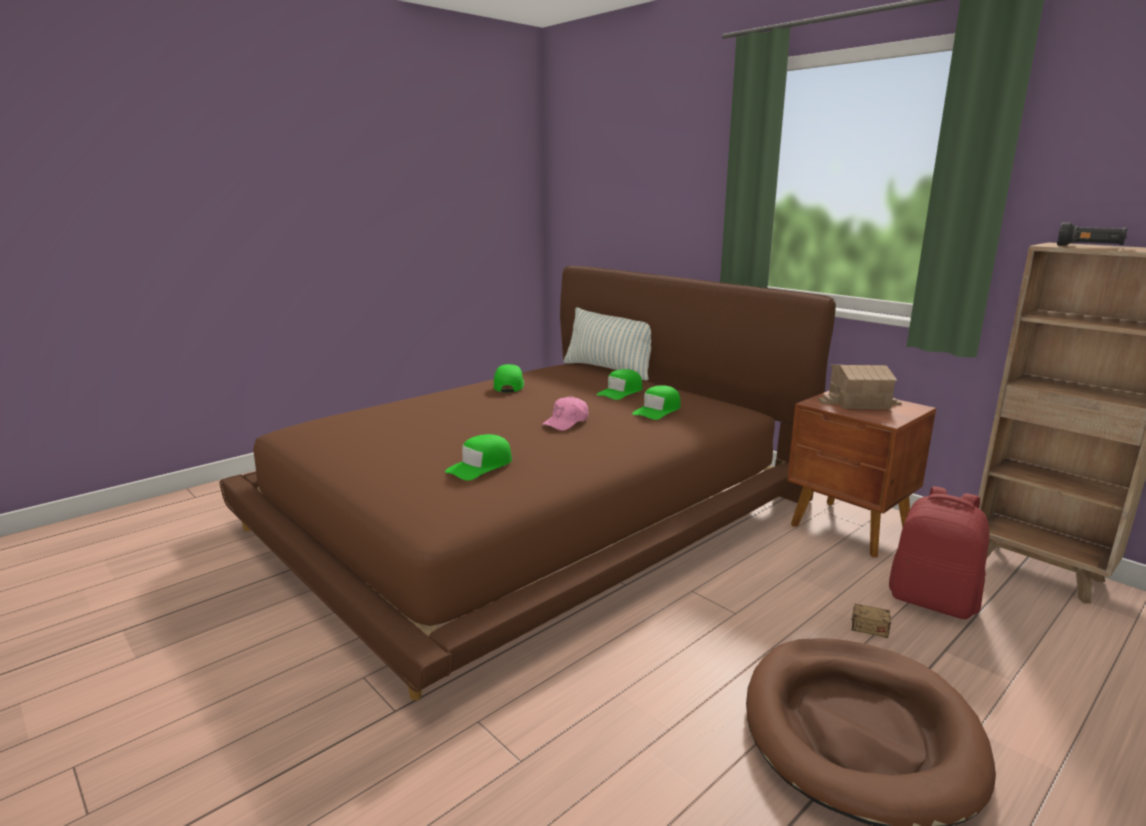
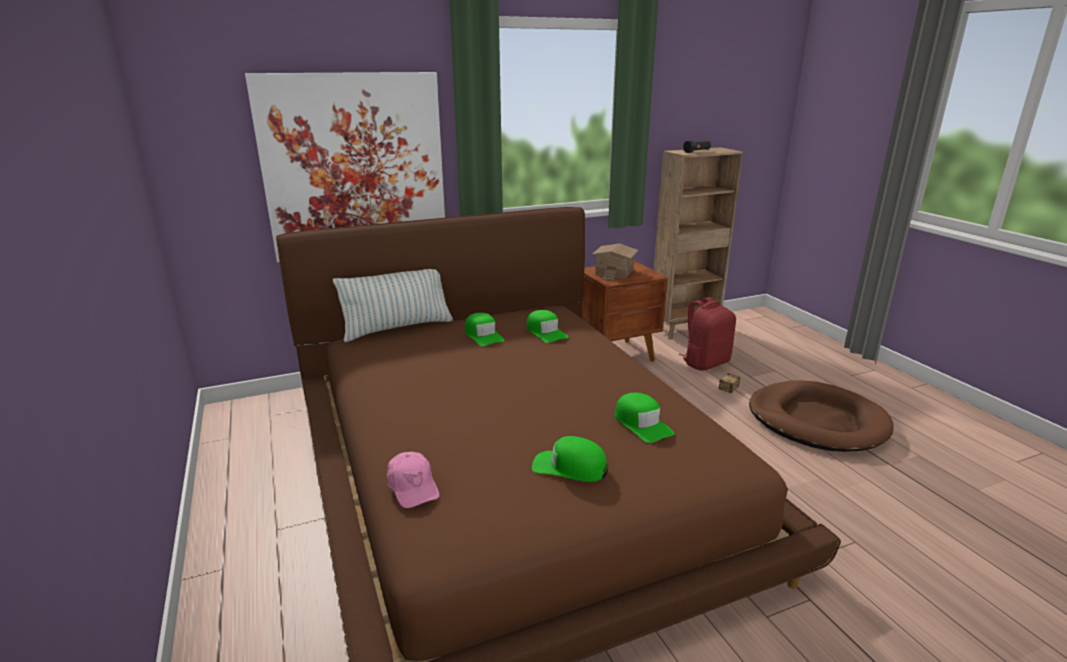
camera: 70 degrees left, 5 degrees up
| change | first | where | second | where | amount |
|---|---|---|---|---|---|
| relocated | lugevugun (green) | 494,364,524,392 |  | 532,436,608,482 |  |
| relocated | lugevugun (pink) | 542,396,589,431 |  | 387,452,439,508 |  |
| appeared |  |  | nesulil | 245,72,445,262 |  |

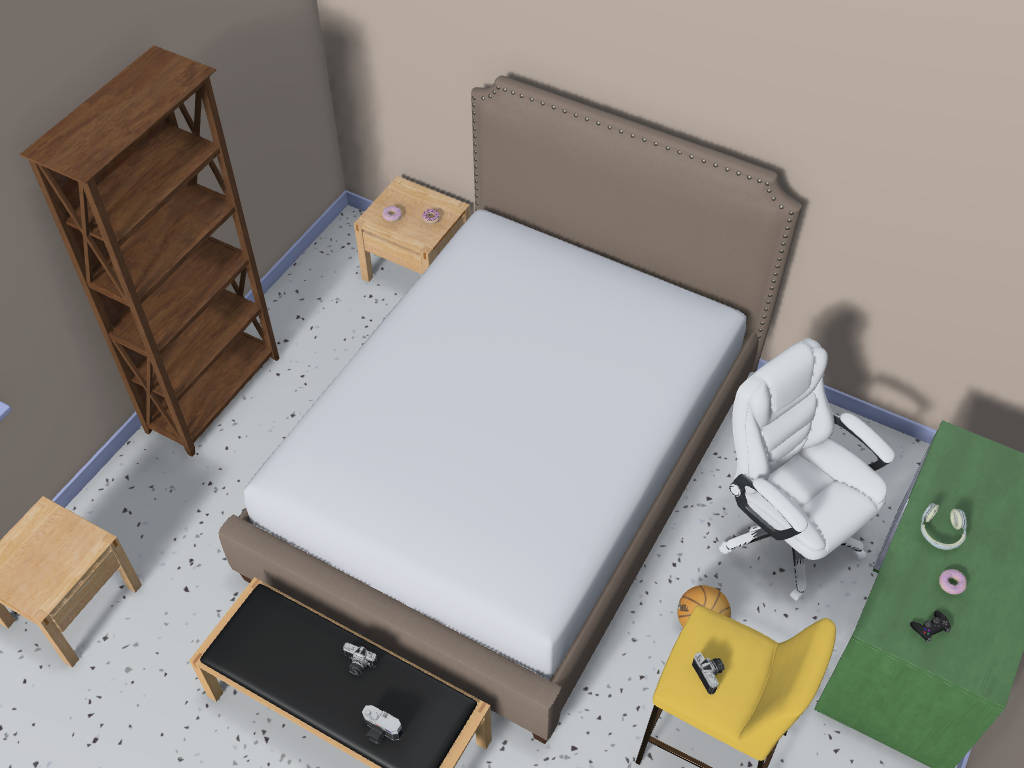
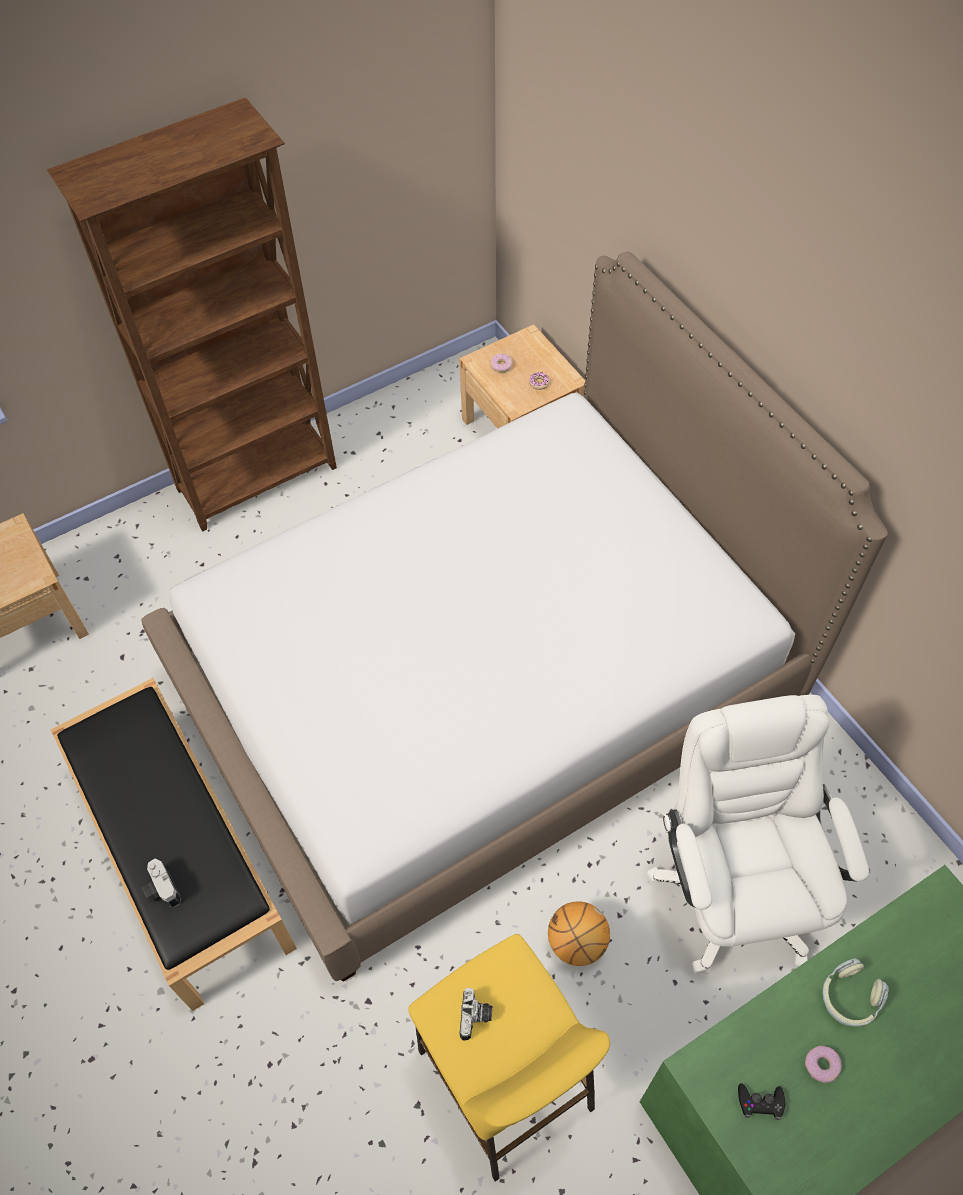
camera: 30 degrees right, 5 degrees up
| change | first | where | second | where | amount |
|---|---|---|---|---|---|
| missing | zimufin | 343,643,378,676 |  |  |  |

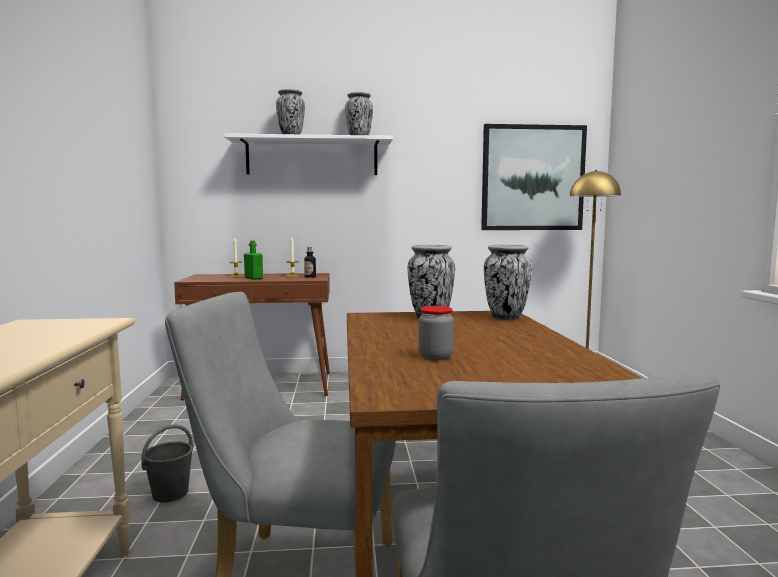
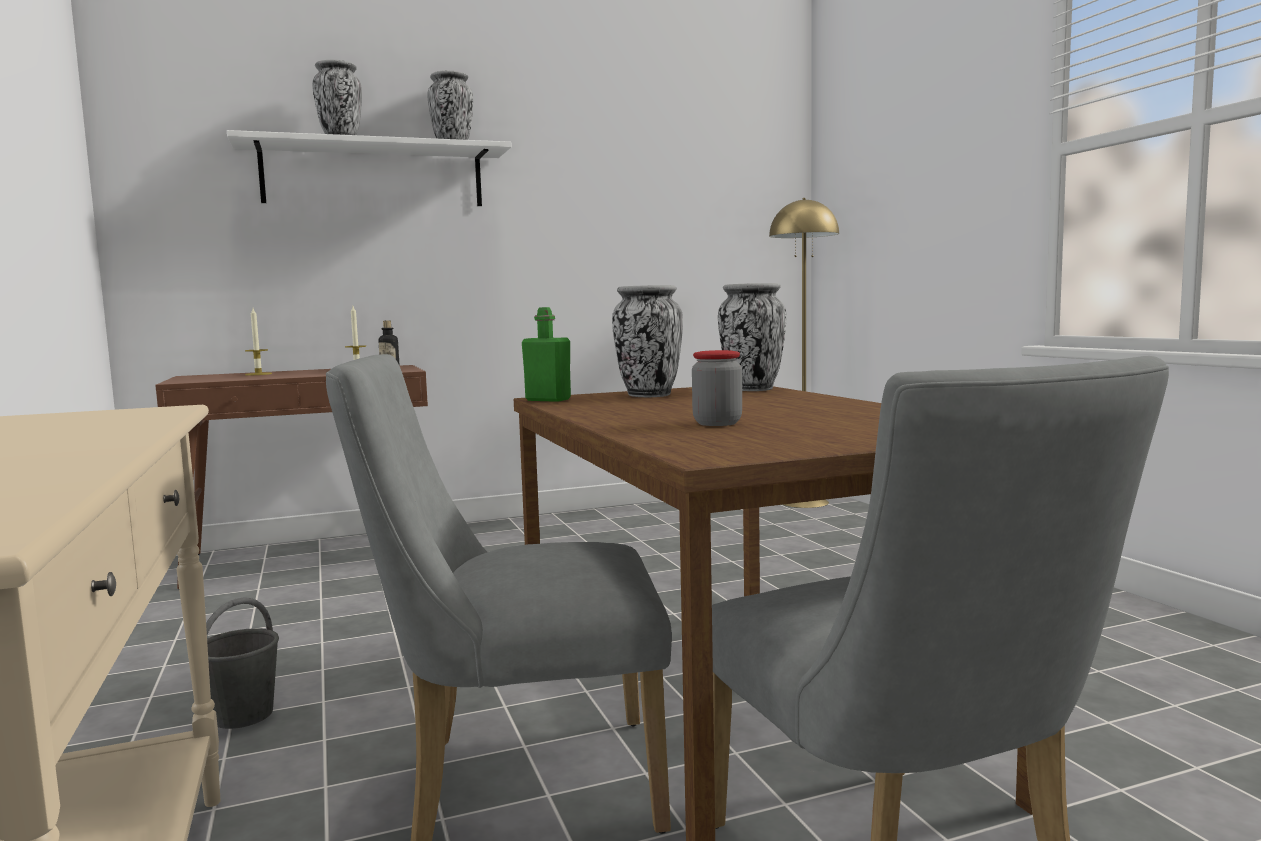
camera: 15 degrees left, 0 degrees up
| change | first | where | second | where | amount |
|---|---|---|---|---|---|
| relocated | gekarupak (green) | 244,240,263,280 |  | 522,307,571,402 |  |
| missing | nesulil | 481,124,587,230 |  |  |  |

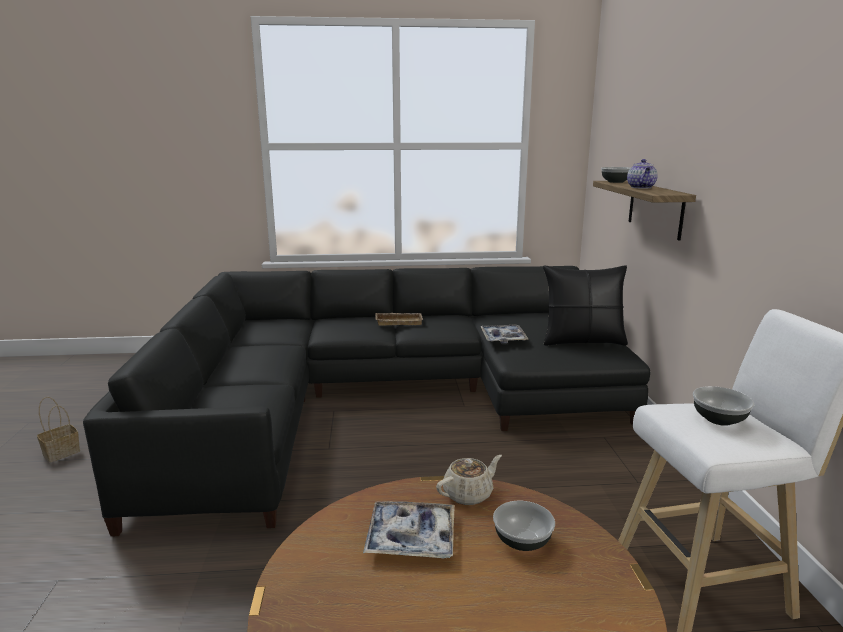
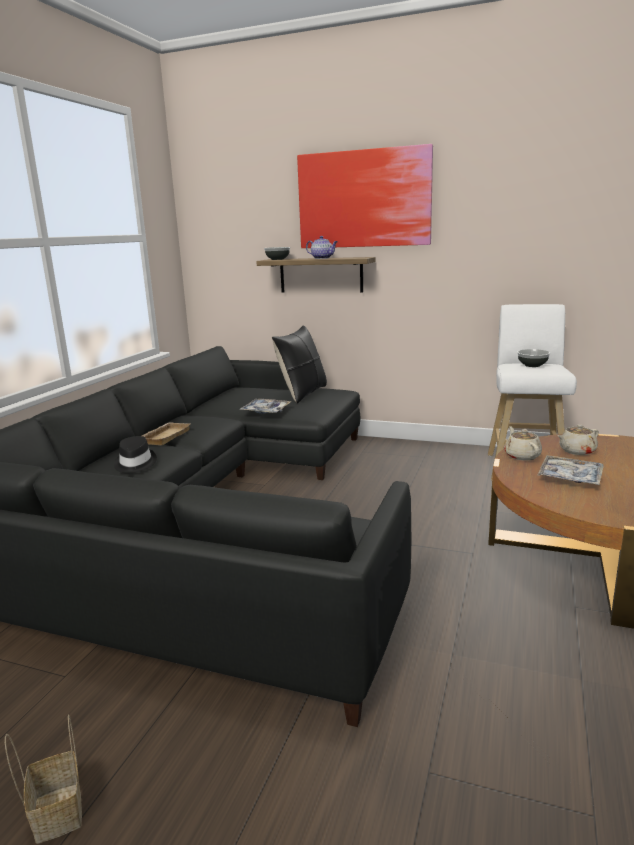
camera: 65 degrees left, 0 degrees up
| change | first | where | second | where | amount |
|---|---|---|---|---|---|
| exchanged | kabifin | 493,501,555,551 | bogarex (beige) | 558,424,599,455 |  |
| appeared |  |  | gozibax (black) | 114,436,157,473 |  |
| appeared |  |  | nesulil | 297,144,433,248 |  |

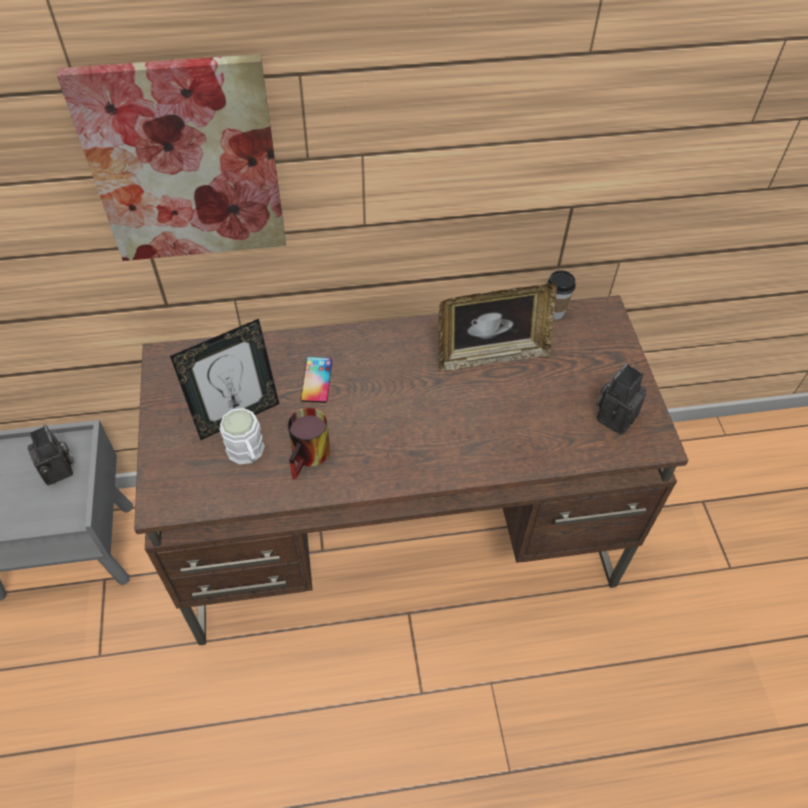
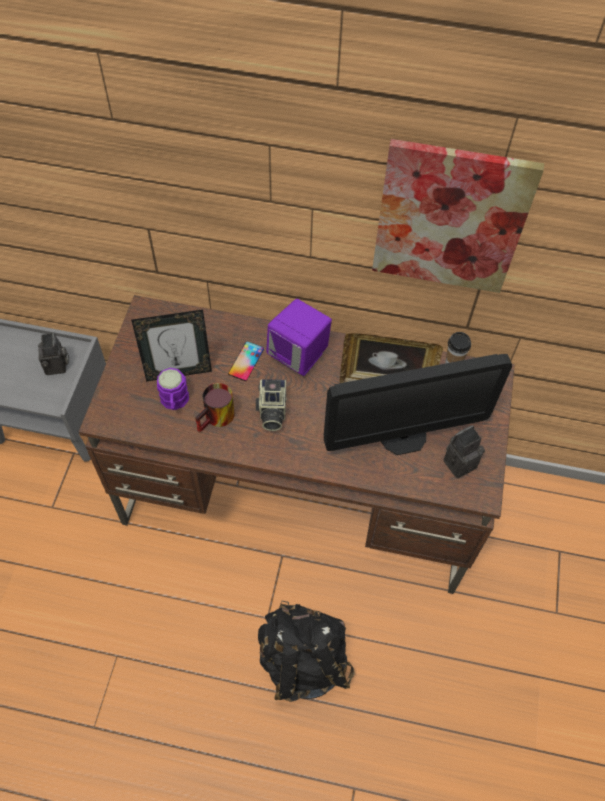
camera: 20 degrees right, 5 degrees up
| change | first | where | second | where | amount |
|---|---|---|---|---|---|
| relocated | nesulil | 57,54,286,261 |  | 372,139,544,293 |  |
| colour | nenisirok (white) | 220,408,265,464 | nenisirok (purple) | 157,368,189,410 |  |
| appeared |  |  | zimufin | 256,379,287,431 |  |
| appeared |  |  | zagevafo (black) | 258,601,355,702 |  |
| appeared |  |  | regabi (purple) | 266,299,332,376 |  |
| appeared |  |  | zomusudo | 324,354,512,455 |  |

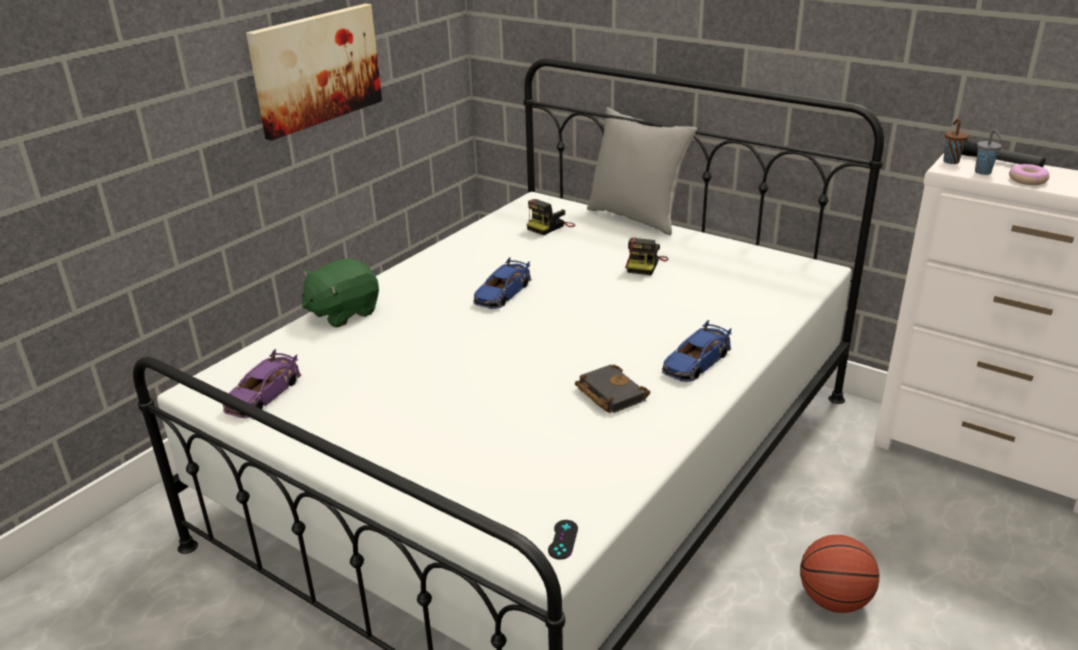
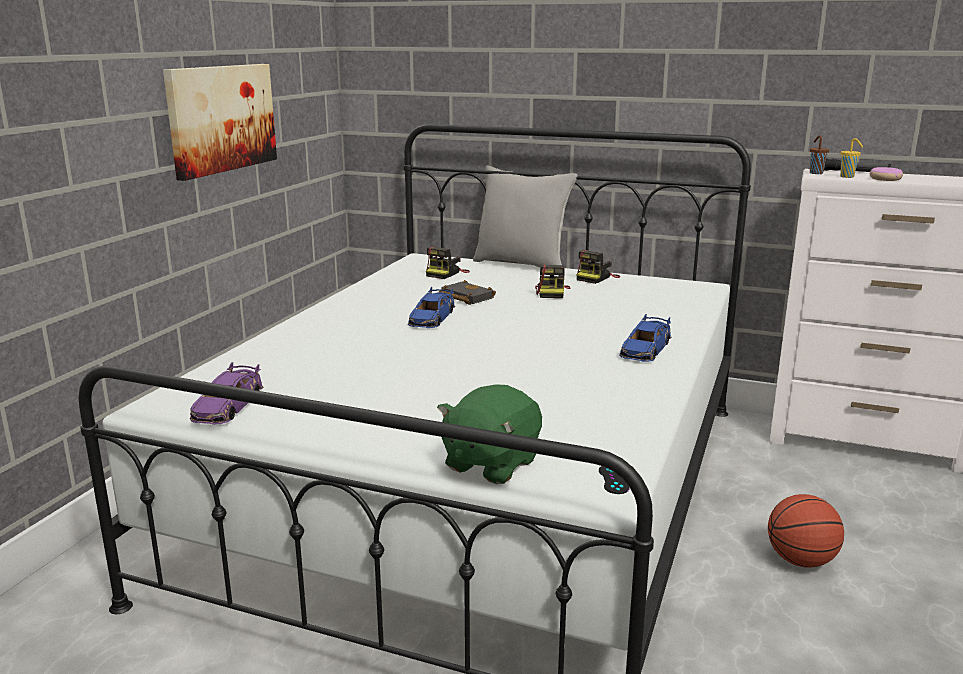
camera: 15 degrees left, 10 degrees down
| change | first | where | second | where | amount |
|---|---|---|---|---|---|
| relocated | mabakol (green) | 302,258,379,328 |  | 437,384,542,484 |  |
| relocated | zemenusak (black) | 575,364,650,413 |  | 439,280,496,305 |  |
| colour | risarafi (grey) | 975,129,1003,175 | risarafi (yellow) | 840,138,863,178 |  |
| appeared |  |  | zimufin | 576,250,620,284 |  |

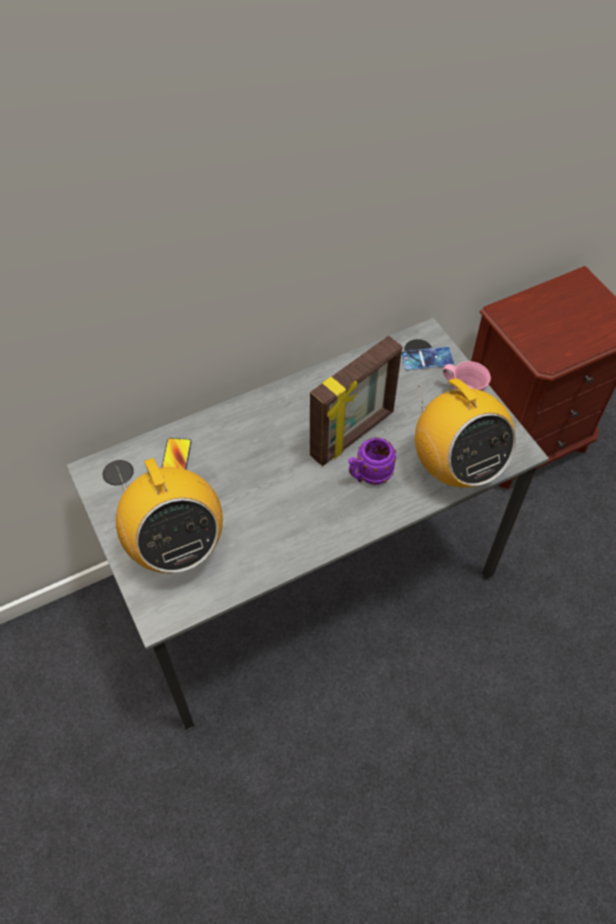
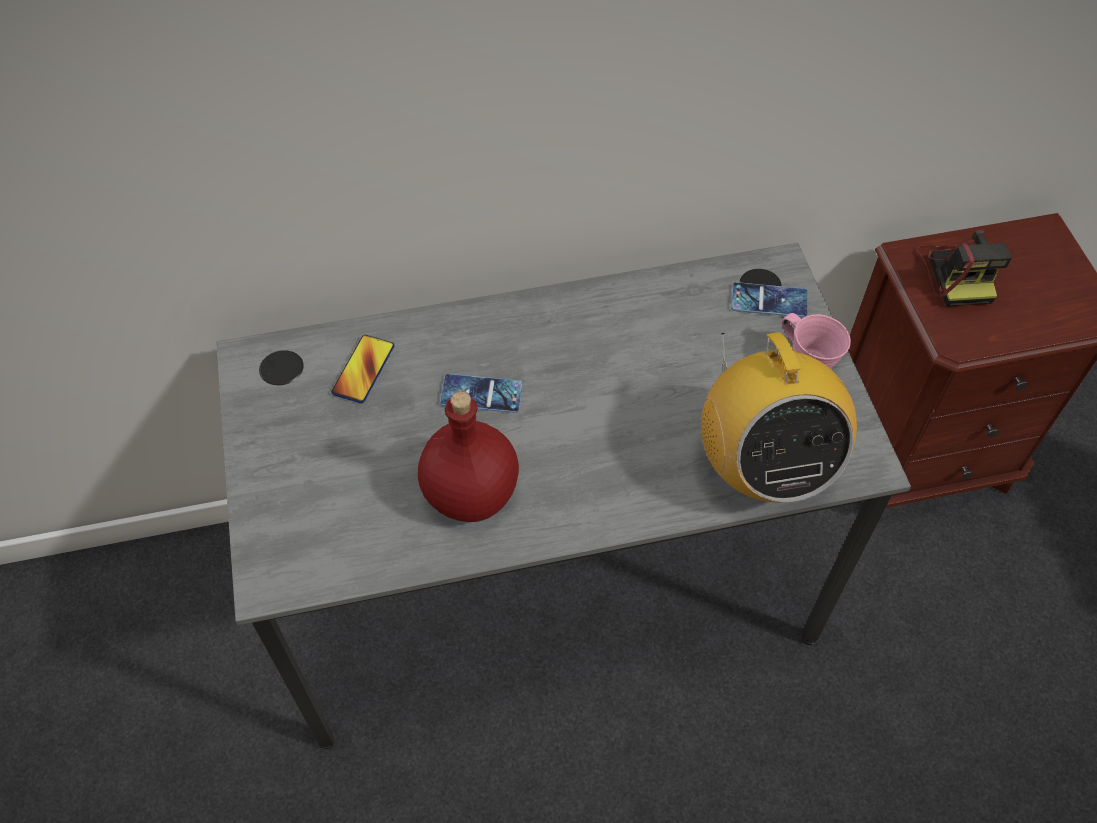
camera: 15 degrees right, 0 degrees up
| change | first | where | second | where | amount |
|---|---|---|---|---|---|
| missing | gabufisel | 116,458,223,573 |  |  |  |
| missing | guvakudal | 310,336,402,466 |  |  |  |
| missing | nenisirok (purple) | 348,437,396,485 |  |  |  |
| appeared |  |  | gekarupak (red) | 418,391,519,522 |  |
| appeared |  |  | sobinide | 440,374,523,413 |  |
| appeared |  |  | zimufin | 916,230,1012,307 |  |

